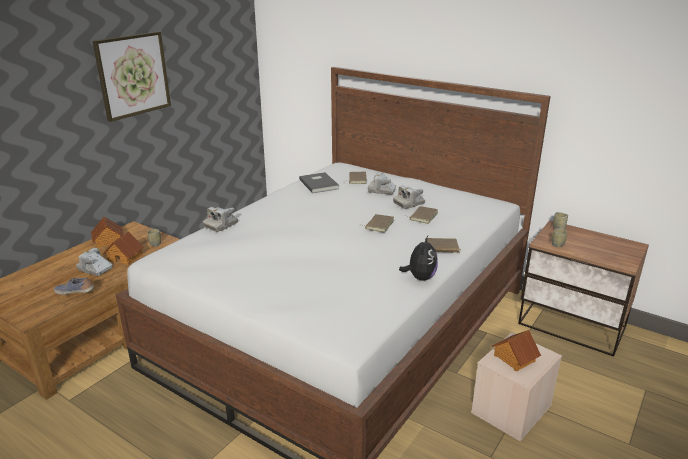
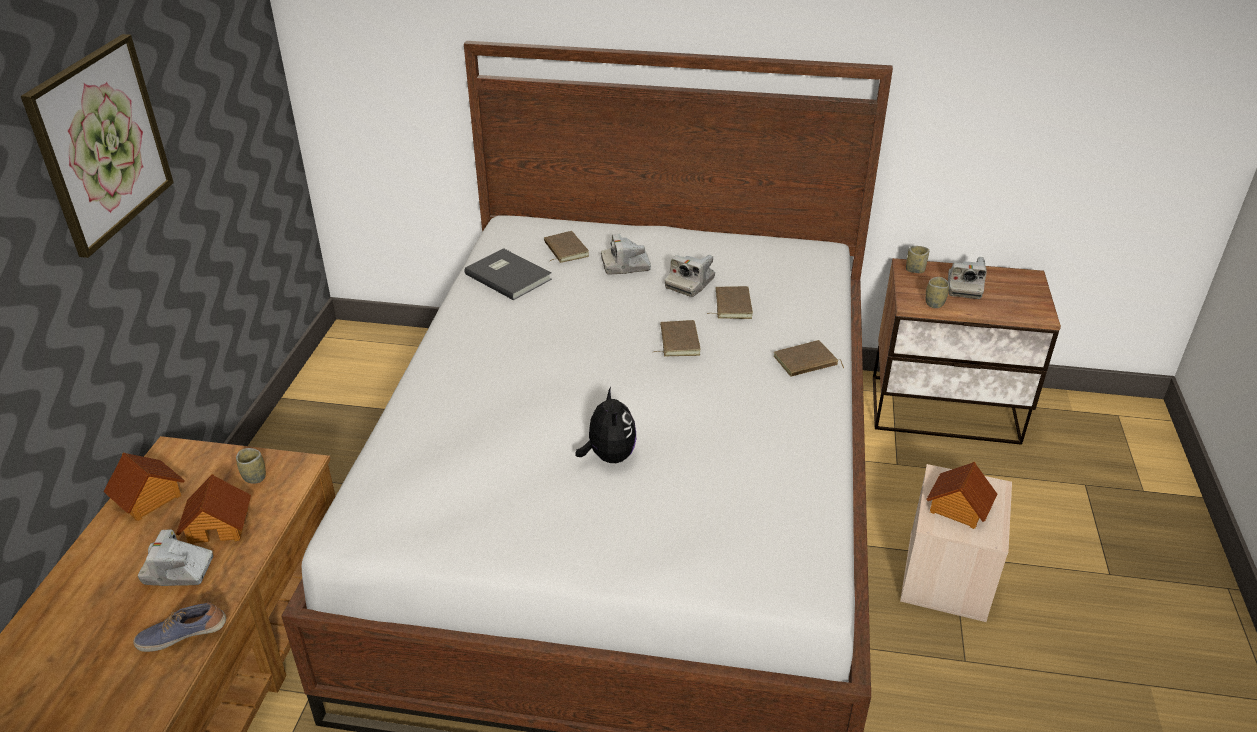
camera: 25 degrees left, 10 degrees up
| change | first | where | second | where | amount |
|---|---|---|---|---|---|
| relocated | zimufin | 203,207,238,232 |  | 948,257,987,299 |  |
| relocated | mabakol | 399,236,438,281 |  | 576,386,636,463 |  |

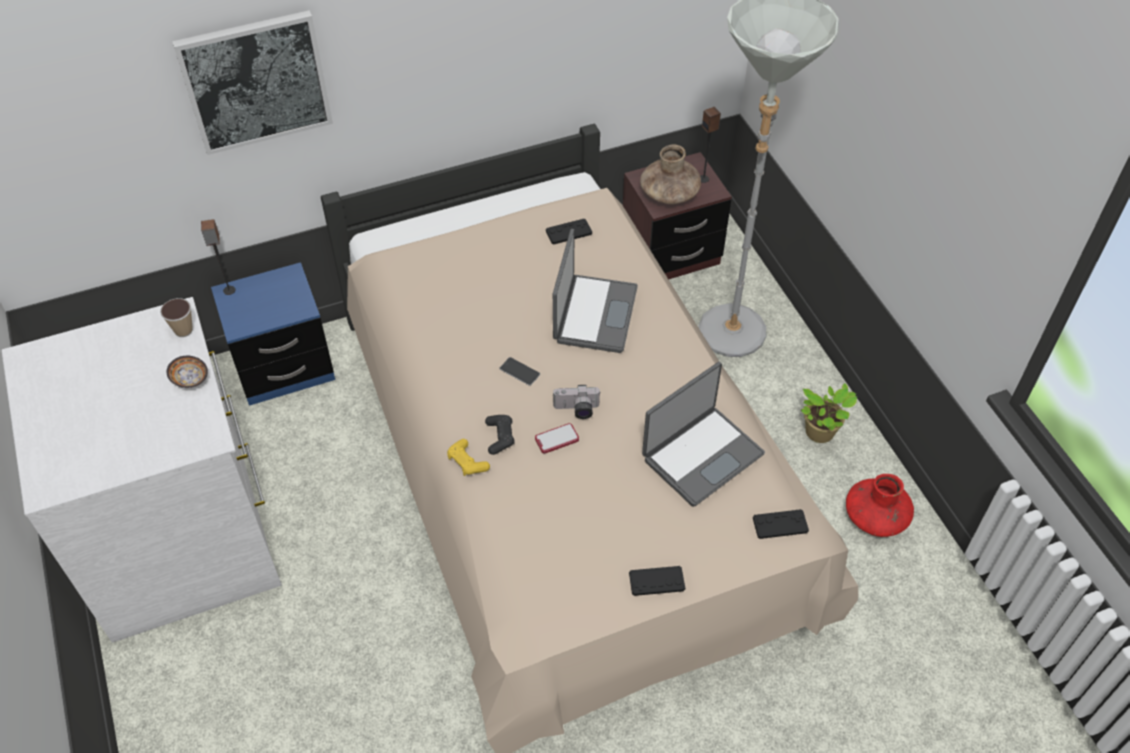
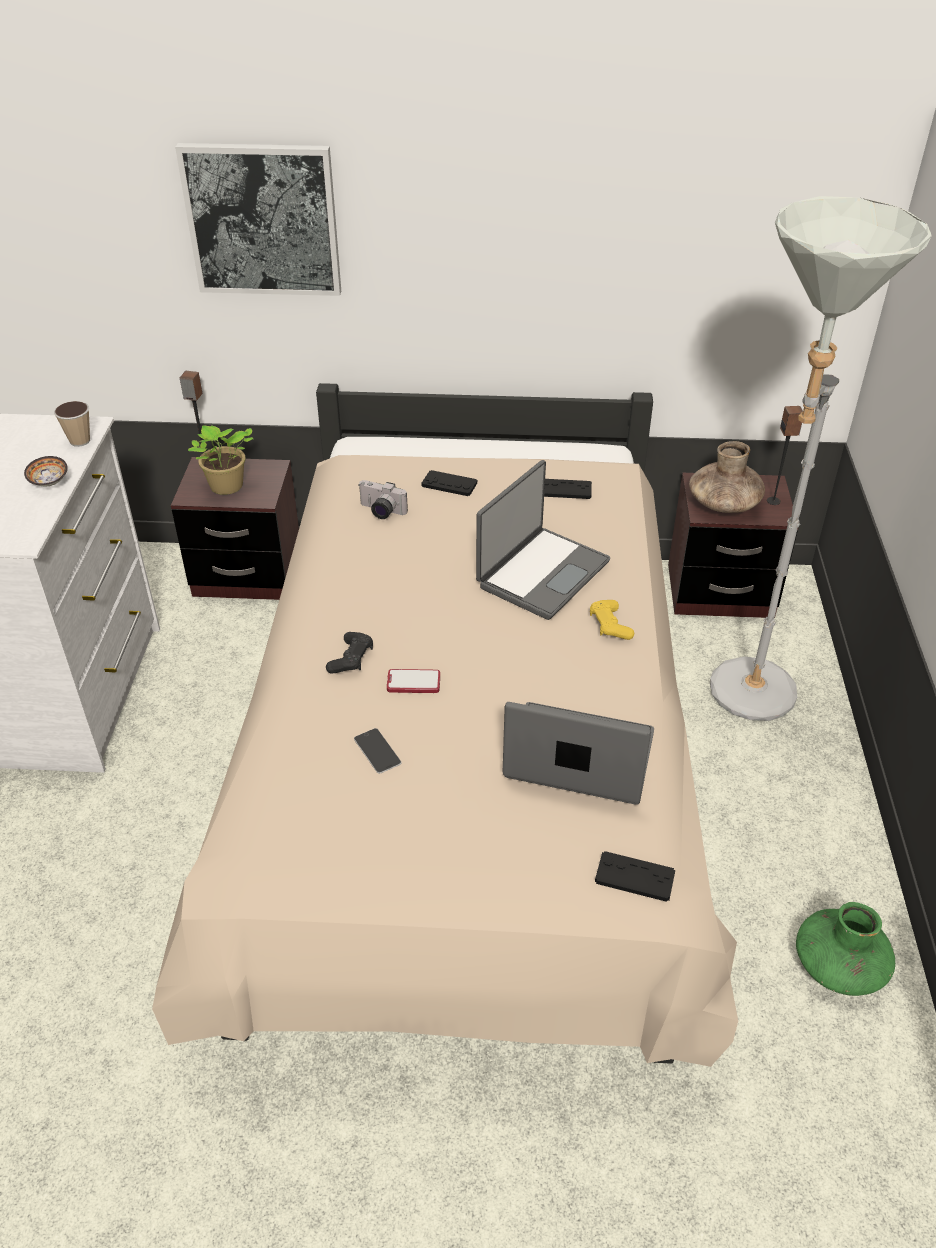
camera: 25 degrees right, 10 degrees down
| change | first | where | second | where | amount |
|---|---|---|---|---|---|
| colour | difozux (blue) | 211,262,335,406 | difozux (brown) | 171,457,299,600 |  |
| relocated | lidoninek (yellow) | 447,439,490,476 |  | 590,600,634,640 |  |
| relocated | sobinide | 499,357,540,386 |  | 354,728,401,774 |  |
| relocated | zimufin | 553,385,601,419 |  | 358,480,408,519 |  |
| relocated | lidoninek (black) | 629,566,685,596 |  | 421,470,477,496 |  |
| spun | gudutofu | 642,362,765,507 |  | 503,702,654,805 | 150 degrees counterclockwise |
| relocated | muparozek | 801,383,857,443 |  | 188,425,253,495 |  |
| colour | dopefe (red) | 846,474,914,537 | dopefe (green) | 796,902,895,996 |  |

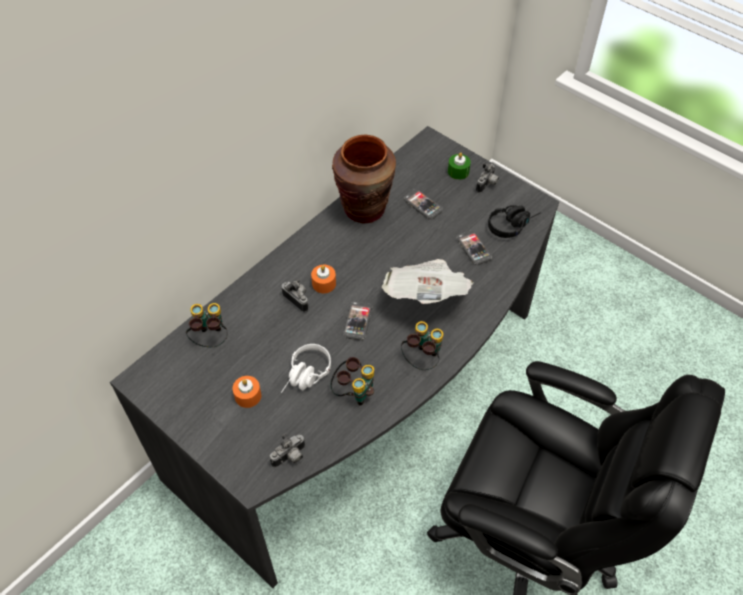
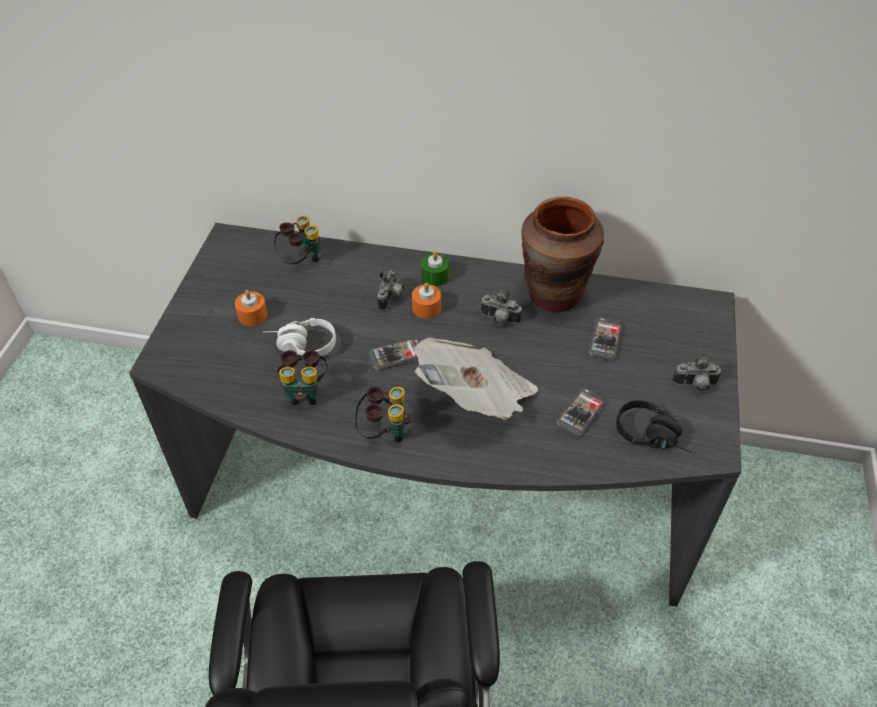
camera: 60 degrees right, 5 degrees down
| change | first | where | second | where | amount |
|---|---|---|---|---|---|
| relocated | zimufin | 270,434,305,467 |  | 480,289,522,325 |  |
| relocated | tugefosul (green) | 448,152,471,180 |  | 421,251,449,287 |  |

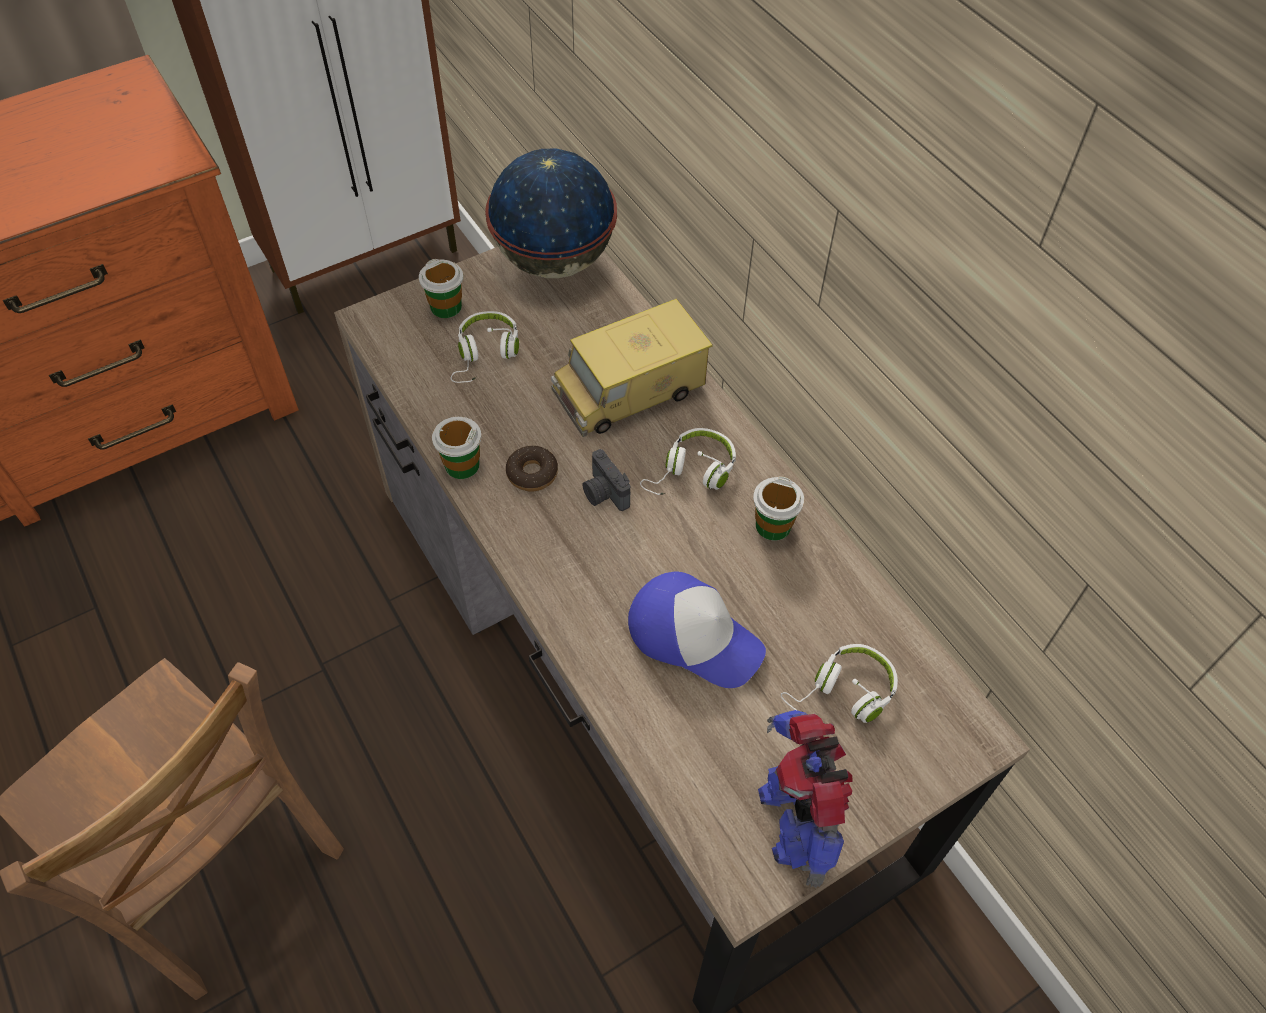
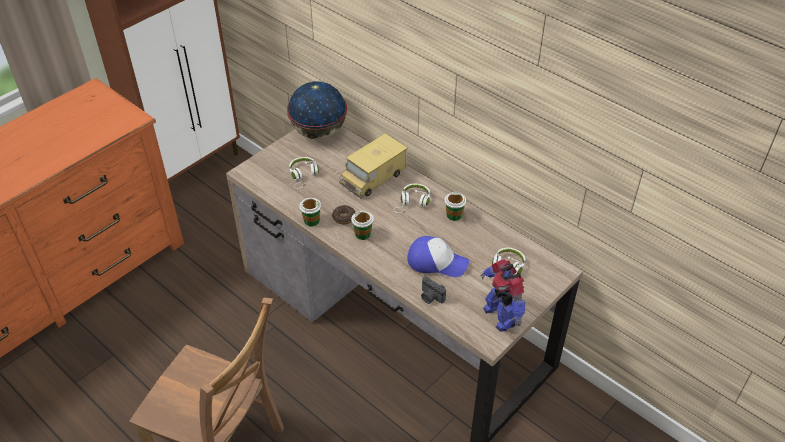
camera: 15 degrees left, 10 degrees down
| change | first | where | second | where | amount |
|---|---|---|---|---|---|
| relocated | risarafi | 419,259,463,318 |  | 351,211,374,240 |  |
| relocated | zimufin | 582,449,630,511 |  | 421,276,446,304 |  |

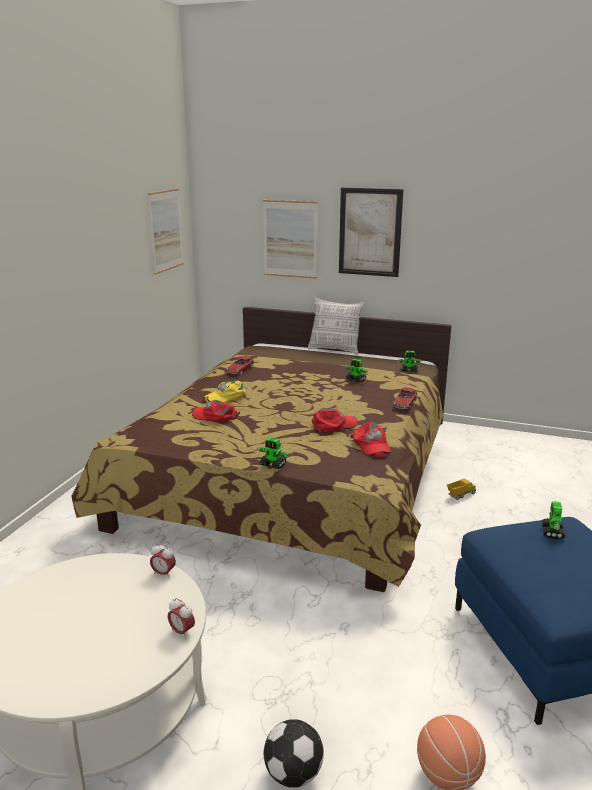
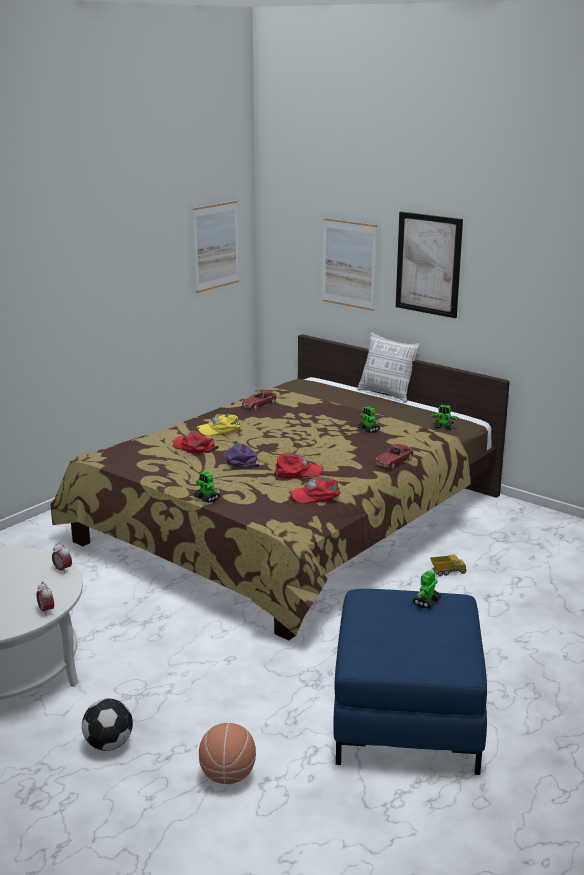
camera: 20 degrees right, 0 degrees up
| change | first | where | second | where | amount |
|---|---|---|---|---|---|
| spun | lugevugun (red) | 350,422,391,457 |  | 289,478,341,504 | 75 degrees clockwise |
| appeared |  |  | lugevugun (purple) | 223,443,259,469 |  |

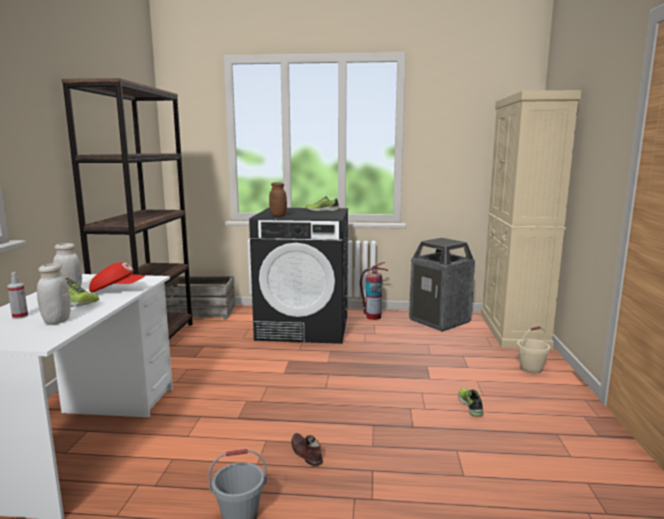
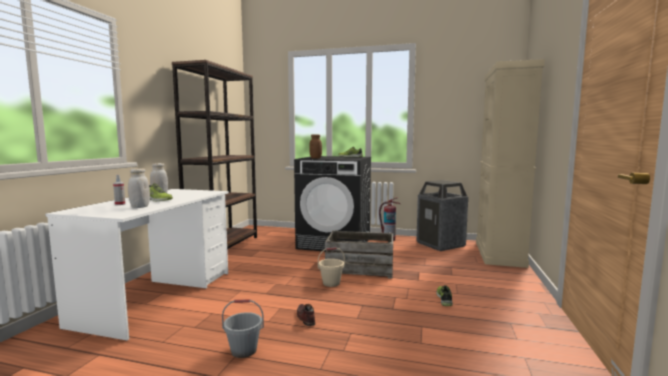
camera: 10 degrees right, 5 degrees down
| change | first | where | second | where | amount |
|---|---|---|---|---|---|
| missing | lugevugun (red) | 89,262,145,292 |  |  |  |
| relocated | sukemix | 165,275,235,319 |  | 325,230,393,279 |  |
| relocated | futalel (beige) | 517,326,550,374 |  | 318,247,345,287 |  |

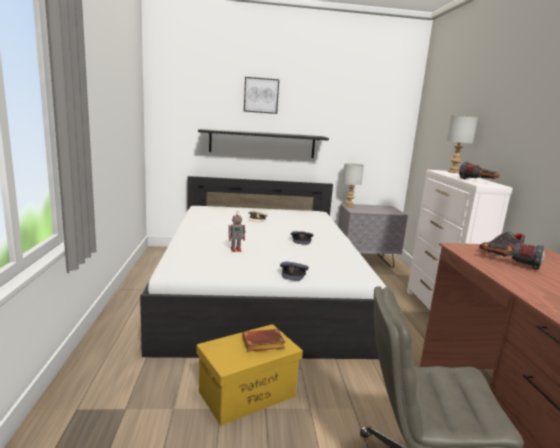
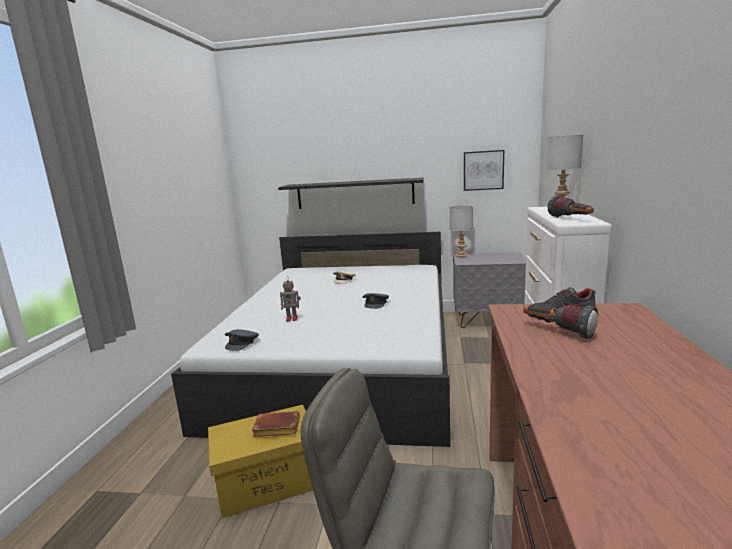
camera: 15 degrees right, 0 degrees up
| change | first | where | second | where | amount |
|---|---|---|---|---|---|
| relocated | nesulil | 244,77,279,114 |  | 464,150,504,191 |  |
| relocated | lugevugun (grey) | 280,262,309,281 |  | 225,329,259,351 |  |

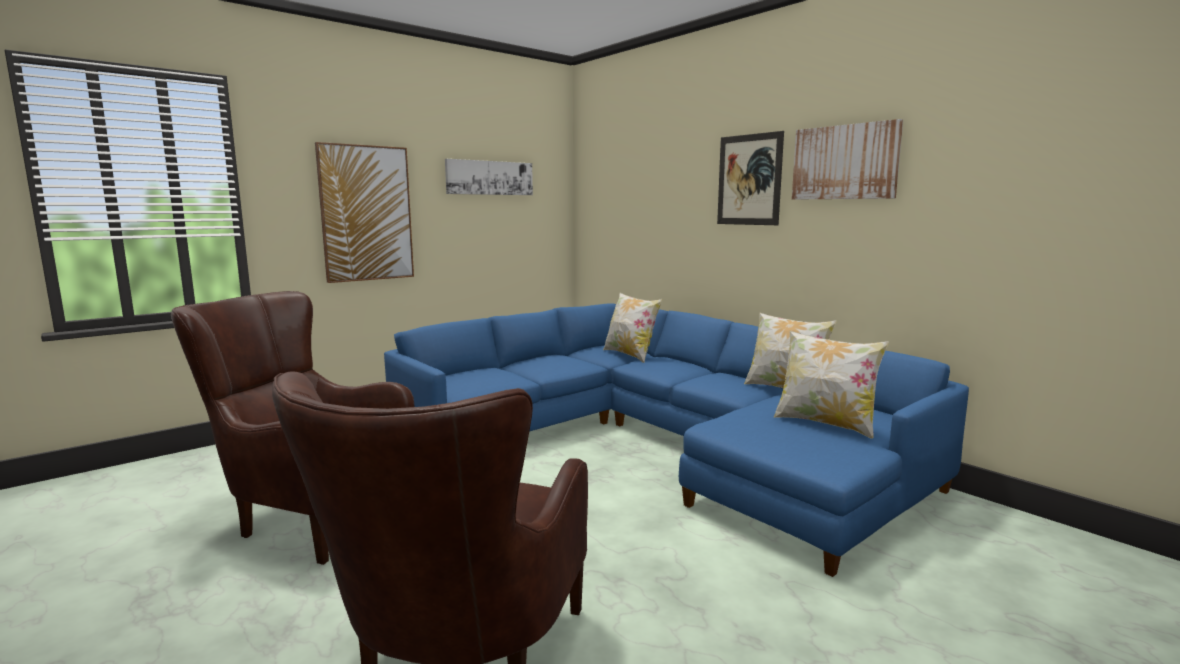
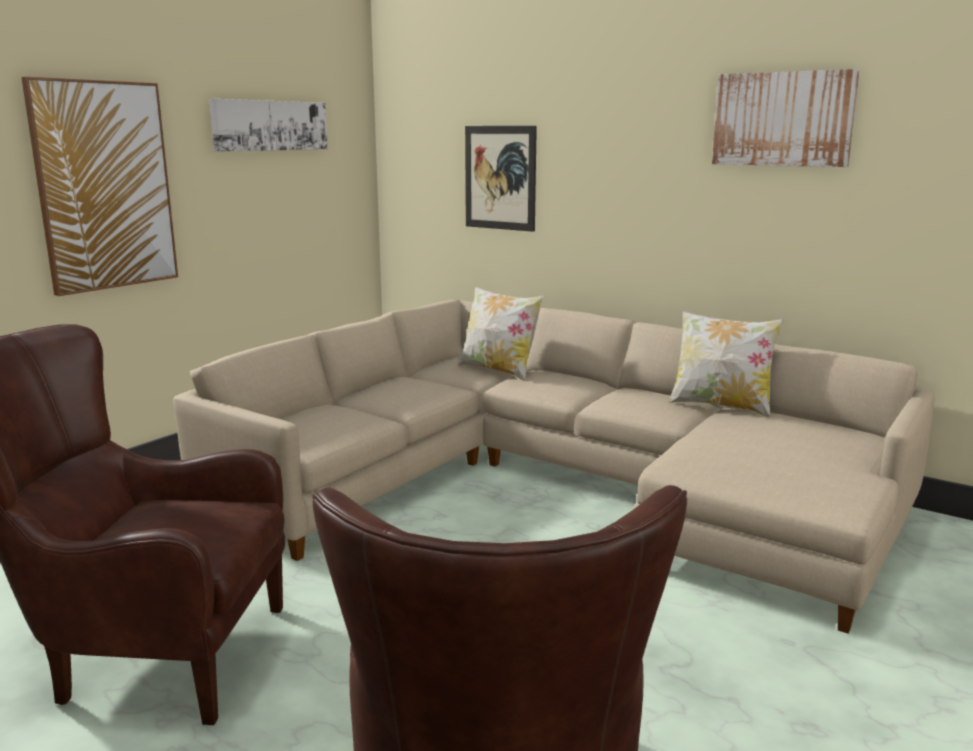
camera: 15 degrees left, 5 degrees up
| change | first | where | second | where | amount |
|---|---|---|---|---|---|
| colour | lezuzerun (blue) | 384,303,969,577 | lezuzerun (beige) | 173,300,934,633 |  |
| relocated | nesulil | 717,131,784,225 |  | 465,126,537,232 |  |
| missing | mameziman | 774,331,889,439 |  |  |  |

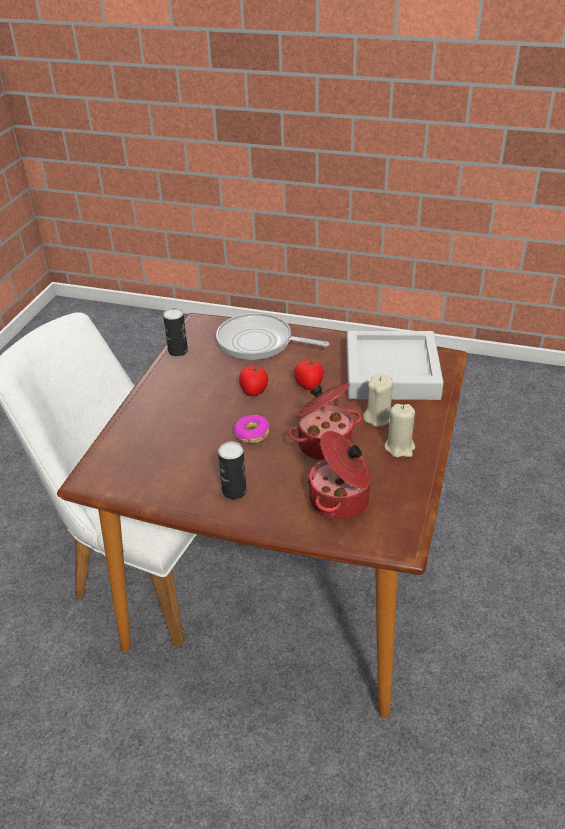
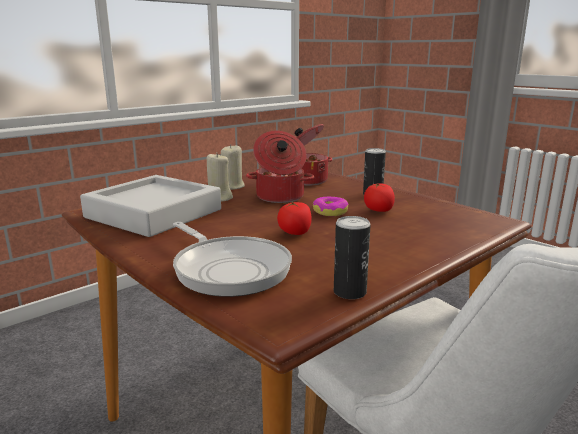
camera: 150 degrees left, 20 degrees down
| change | first | where | second | where | amount |
|---|---|---|---|---|---|
| relocated | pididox | 295,360,324,390 |  | 364,183,395,212 |  |

